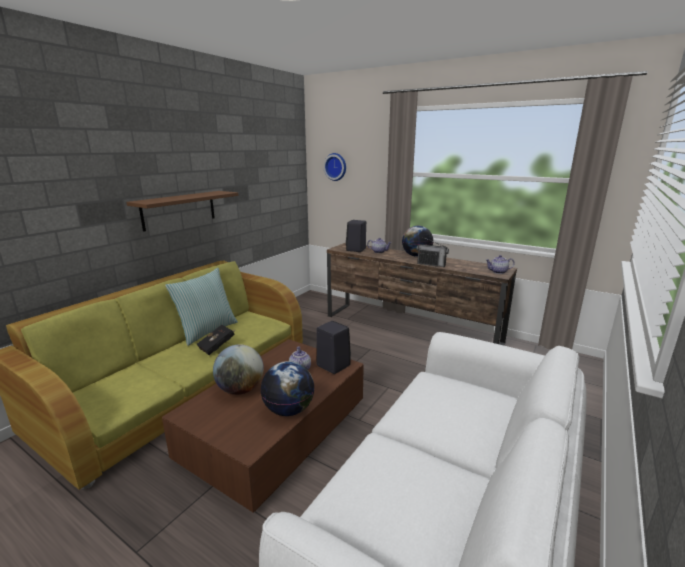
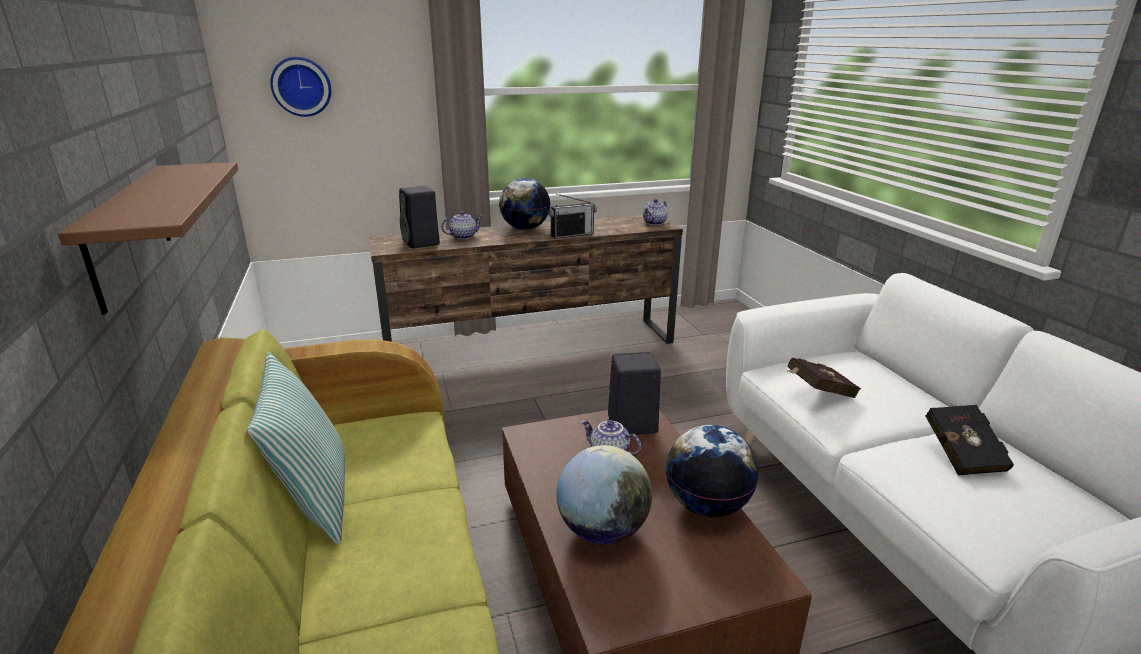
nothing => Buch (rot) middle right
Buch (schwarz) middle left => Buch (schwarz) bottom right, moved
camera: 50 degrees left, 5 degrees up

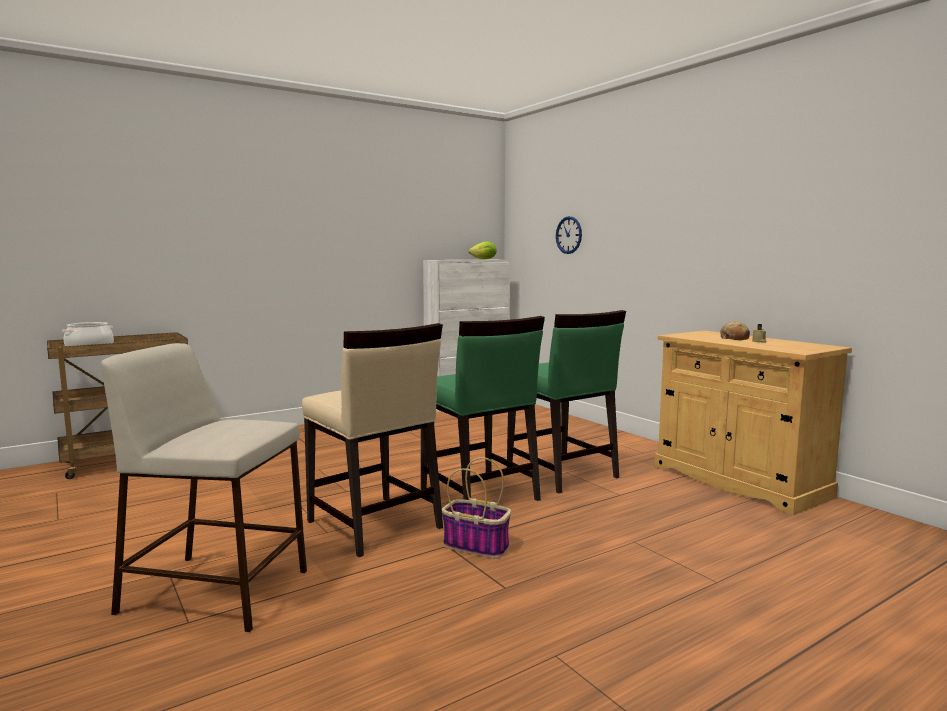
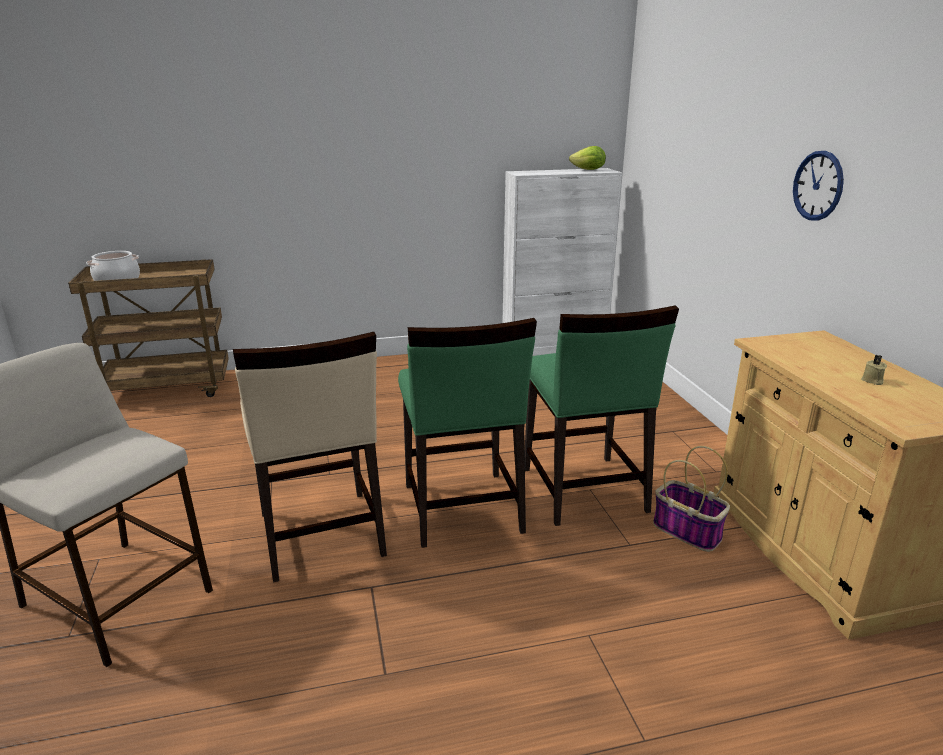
Brot middle right => nothing
Korb bottom centre => Korb middle right, moved
Wanduhr top centre => Wanduhr top right, moved
camera: 20 degrees right, 15 degrees up

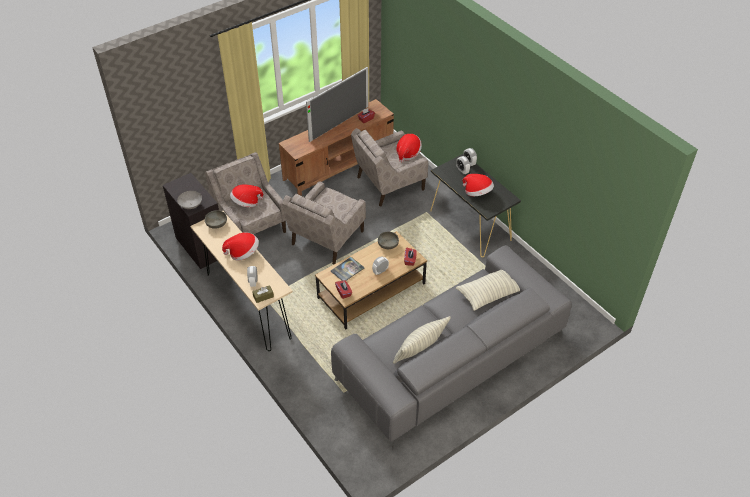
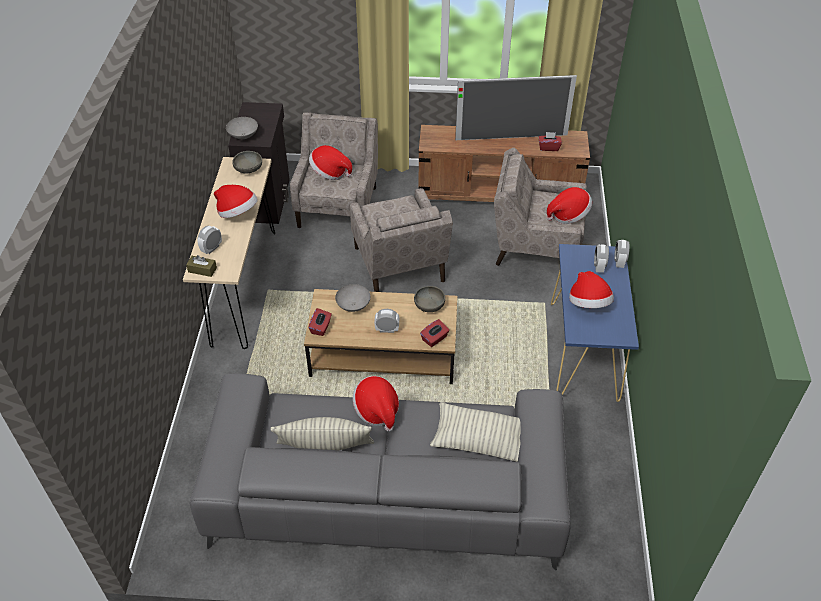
nothing => Hut (3rd from left) bottom centre
Buch centre => Schüssel (grau) (3rd from left) centre
Konsolentisch (schwarz) centre => Konsolentisch (blau) middle right
Sessel (beige) (2nd from left) centre, 90 degrees counterclockwise
camera: 40 degrees right, 0 degrees up

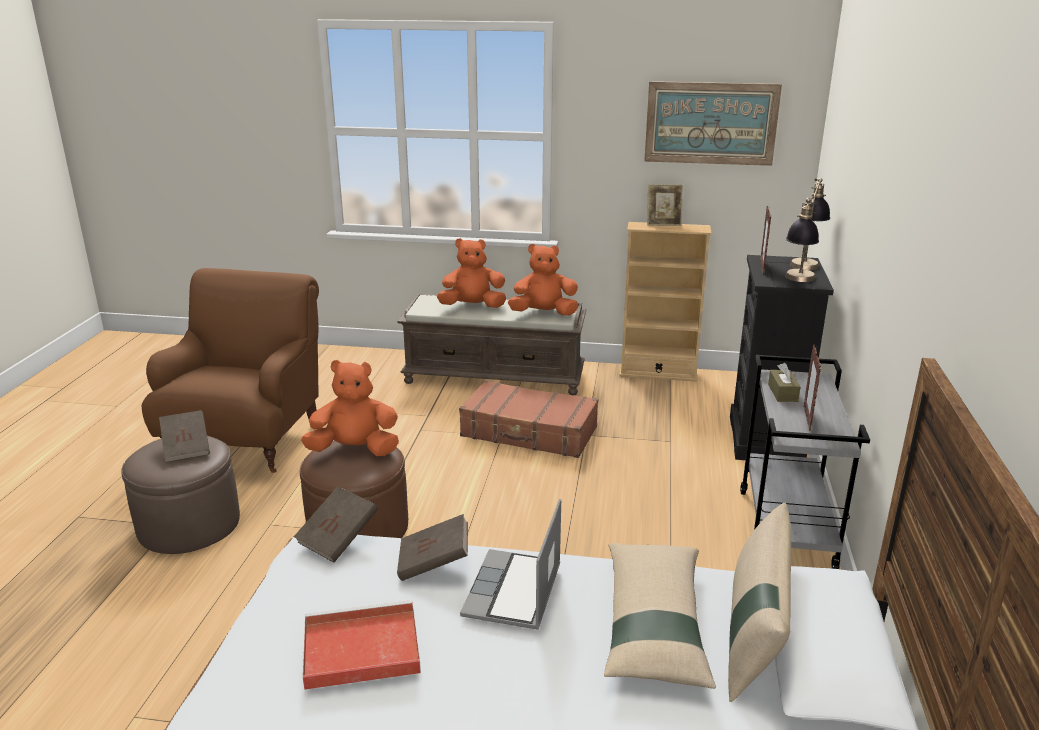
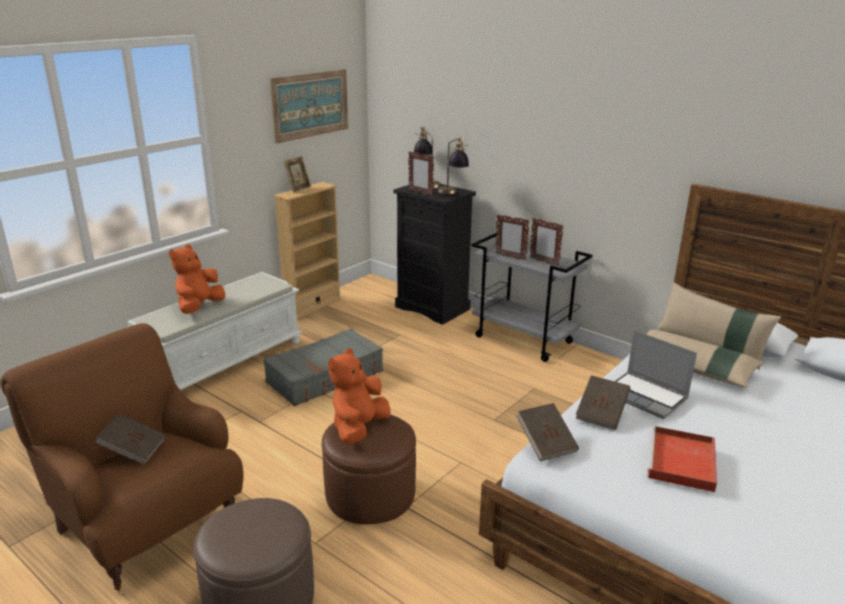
Plüschtier (orange) (3rd from left) centre => nothing
Buch (braun) (1st from left) middle left => Buch (braun) (1st from left) bottom left, moved
Taschentuchbox (braun) middle right => Bilderrahmen (3rd from left) centre
Bank (braun) centre => Bank (weiß) middle left
Koffer (braun) centre => Koffer (grau) centre
camera: 60 degrees left, 0 degrees up

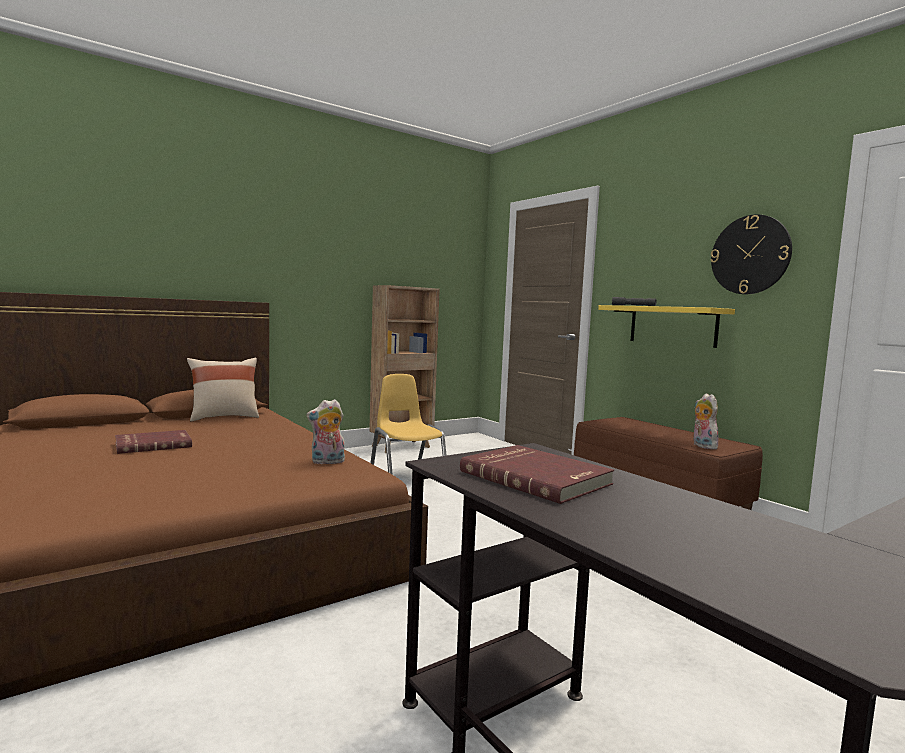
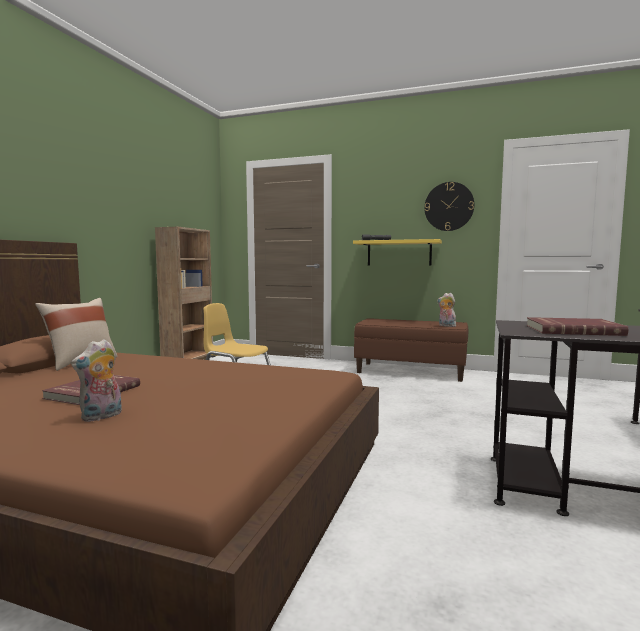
Plüschtier (1st from left) centre => Plüschtier (1st from left) middle left, moved
camera: 35 degrees left, 0 degrees up

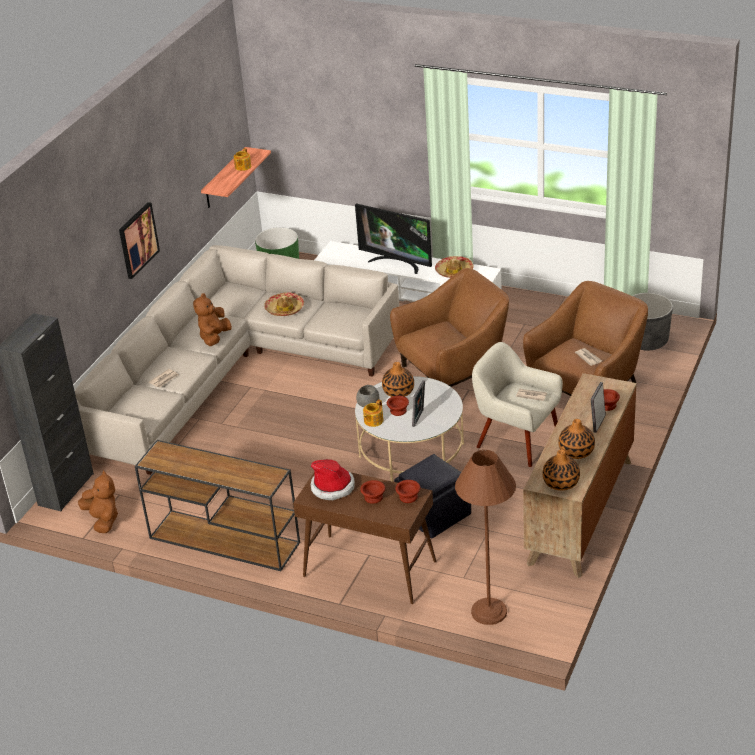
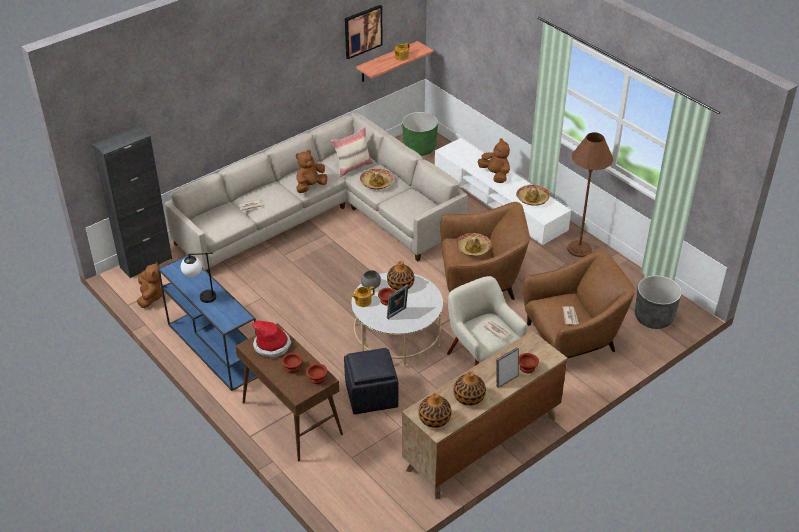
nothing => Tischlampe middle left
nothing => Kissen (beige) top centre
nothing => Hut (3rd from left) centre
Bild top left => Bild top centre, moved
Stehlampe (braun) bottom centre => Stehlampe (braun) middle right, moved
Fernseher top centre => Plüschtier (braun) (3rd from left) top centre
Konsolentisch (braun) (1st from left) bottom left => Konsolentisch (blau) middle left
camera: 25 degrees right, 5 degrees up

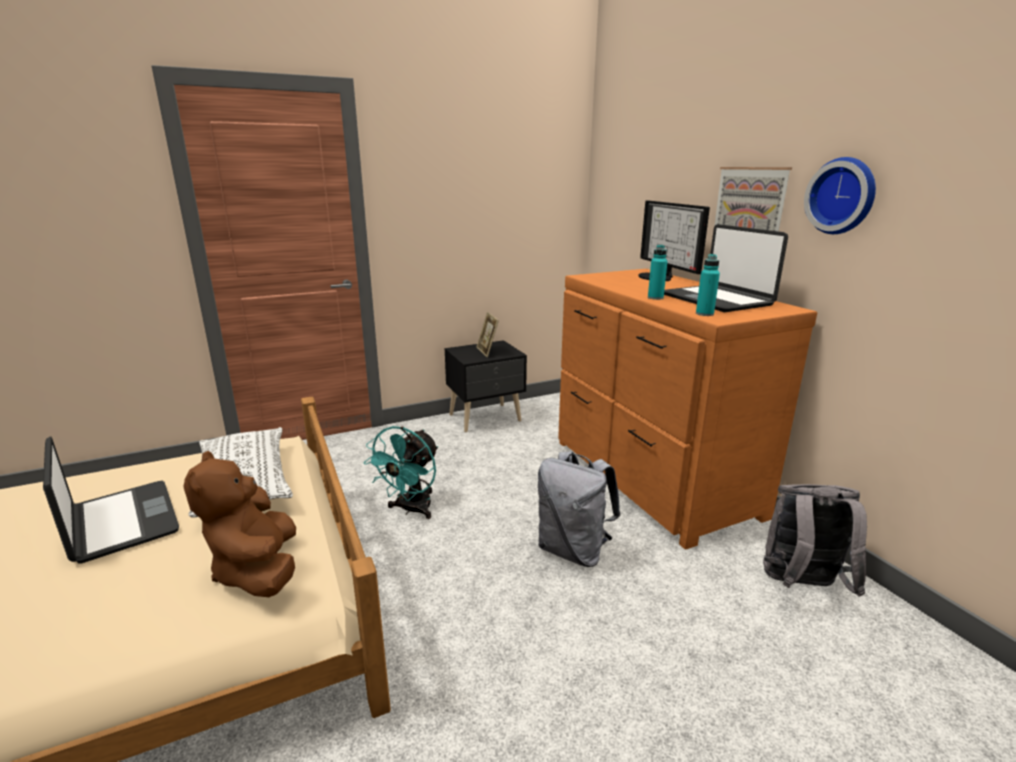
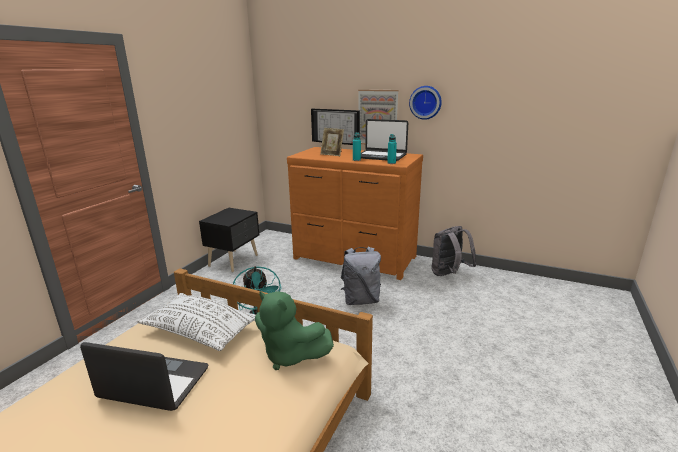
Bilderrahmen centre => Bilderrahmen top centre, moved
Plüschtier (braun) bottom left => Plüschtier (grün) bottom centre
camera: 40 degrees left, 0 degrees up

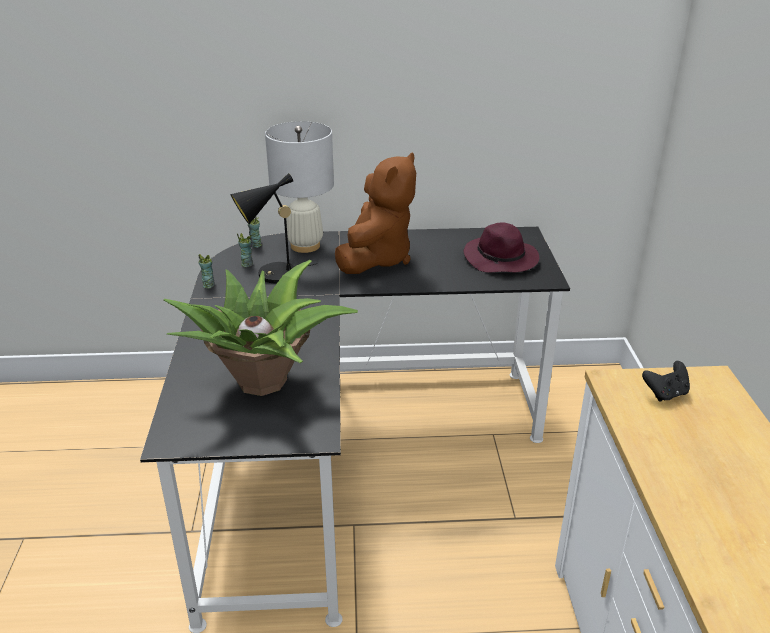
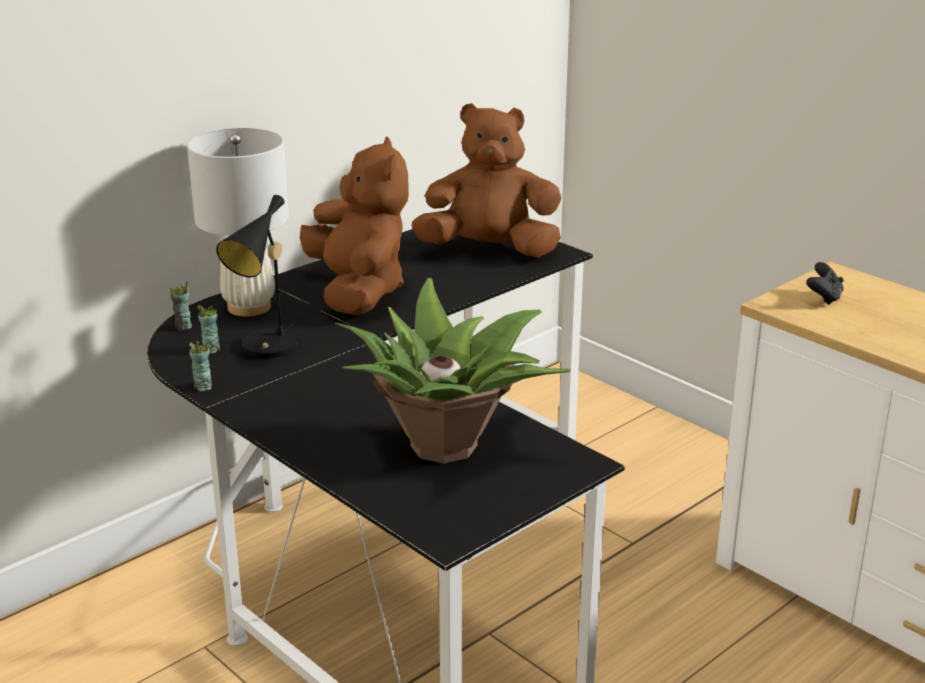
Hut (lila) centre => Plüschtier (braun) (2nd from left) top centre
camera: 40 degrees left, 5 degrees down

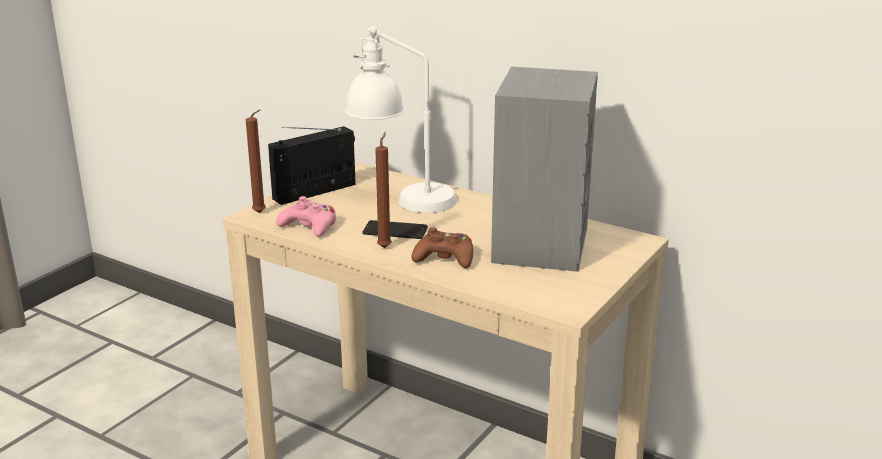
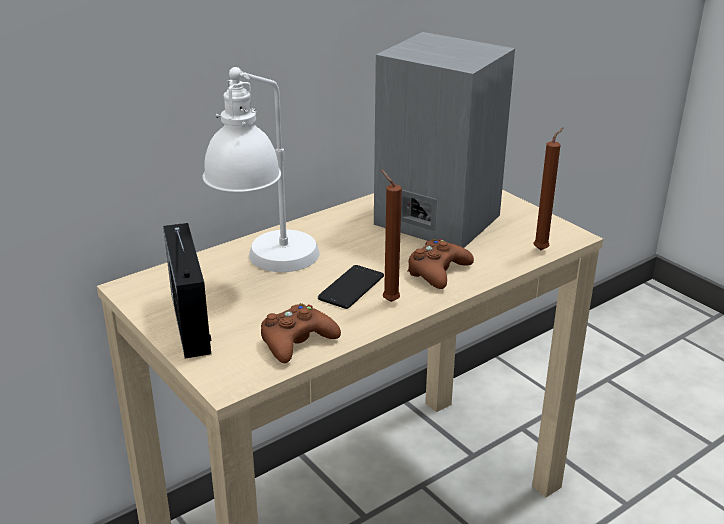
Kerze (braun) (1st from left in the first image) middle left => Kerze (braun) (2nd from left) middle right, moved
Gamepad (rosa) centre => Gamepad (braun) (1st from left) centre
camera: 70 degrees left, 5 degrees up

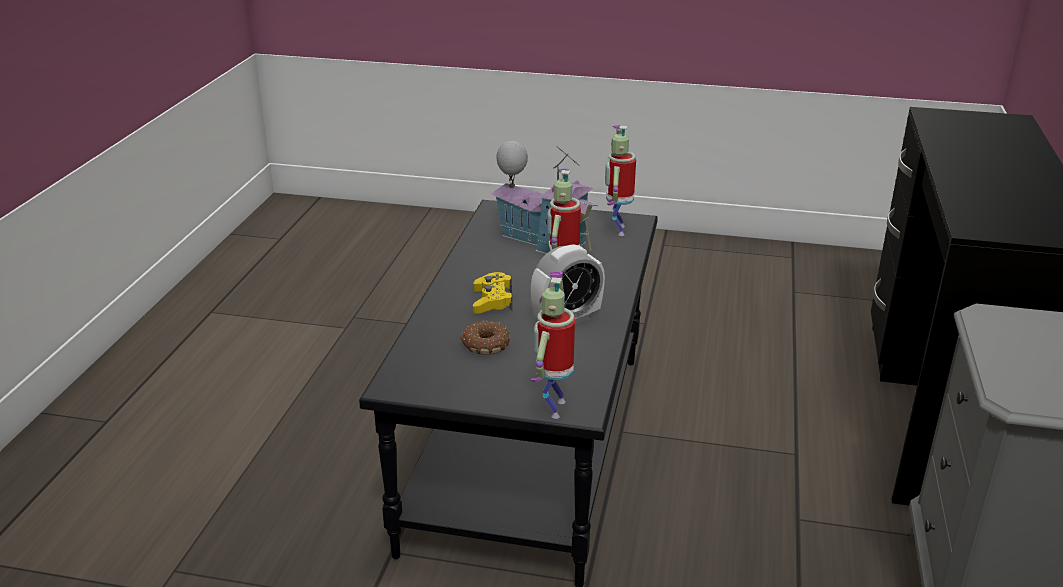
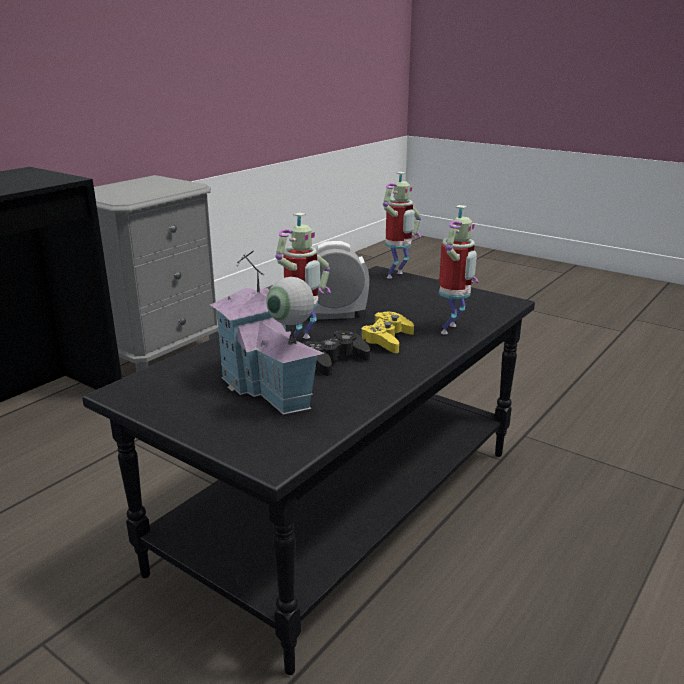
Donut centre => nothing
nothing => Gamepad (schwarz) centre
Spielzeugroboter (3rd from left) top centre => Spielzeugroboter (3rd from left) middle right, moved
camera: 155 degrees left, 5 degrees down

